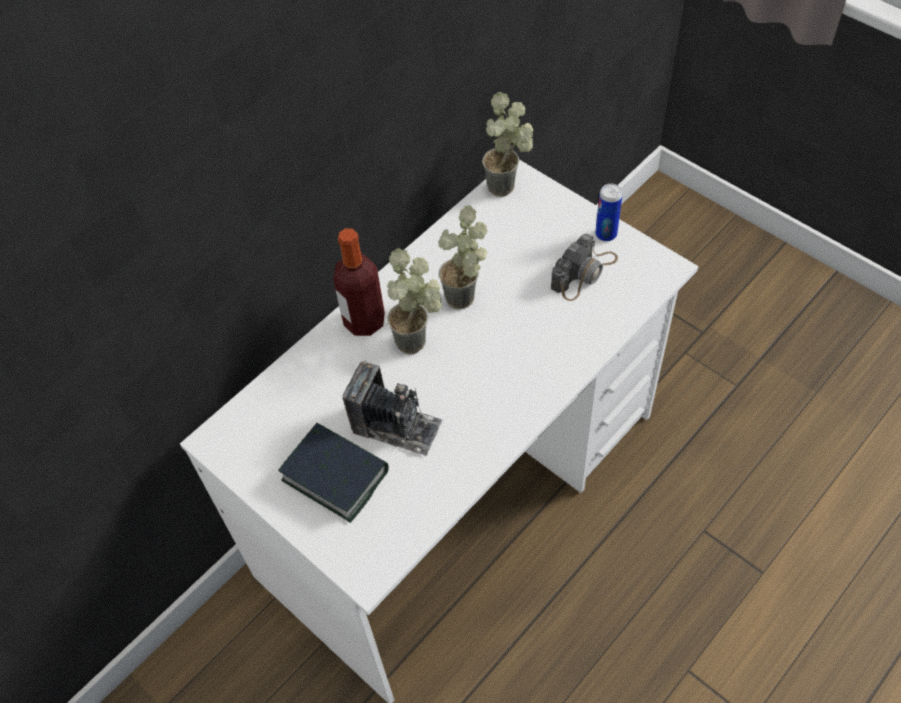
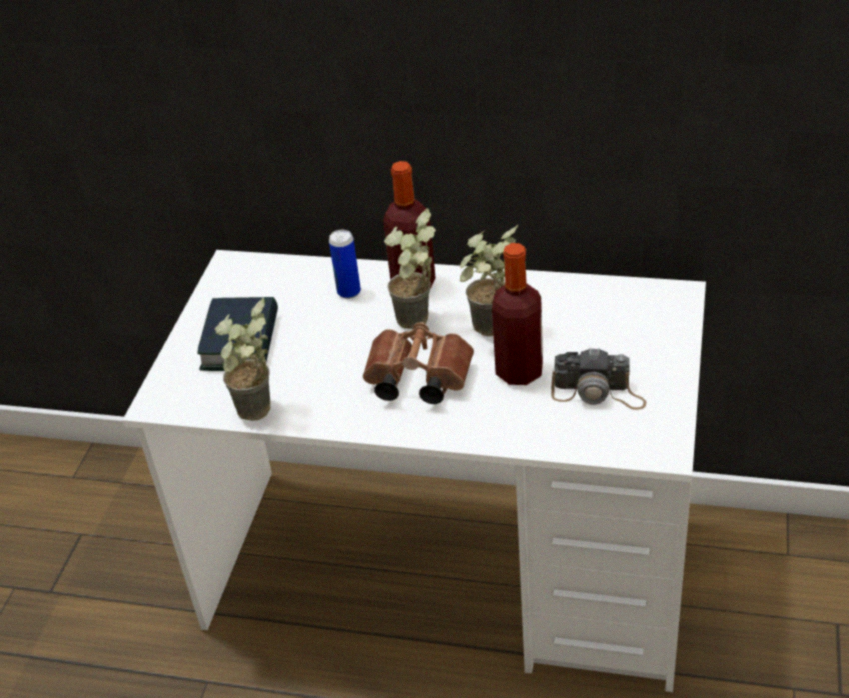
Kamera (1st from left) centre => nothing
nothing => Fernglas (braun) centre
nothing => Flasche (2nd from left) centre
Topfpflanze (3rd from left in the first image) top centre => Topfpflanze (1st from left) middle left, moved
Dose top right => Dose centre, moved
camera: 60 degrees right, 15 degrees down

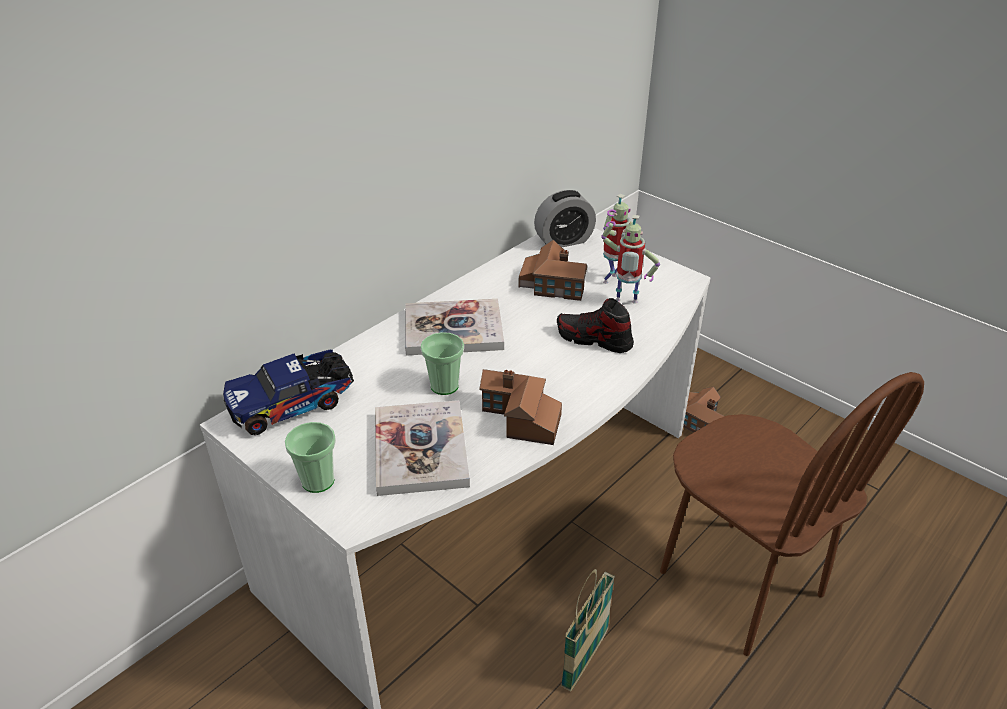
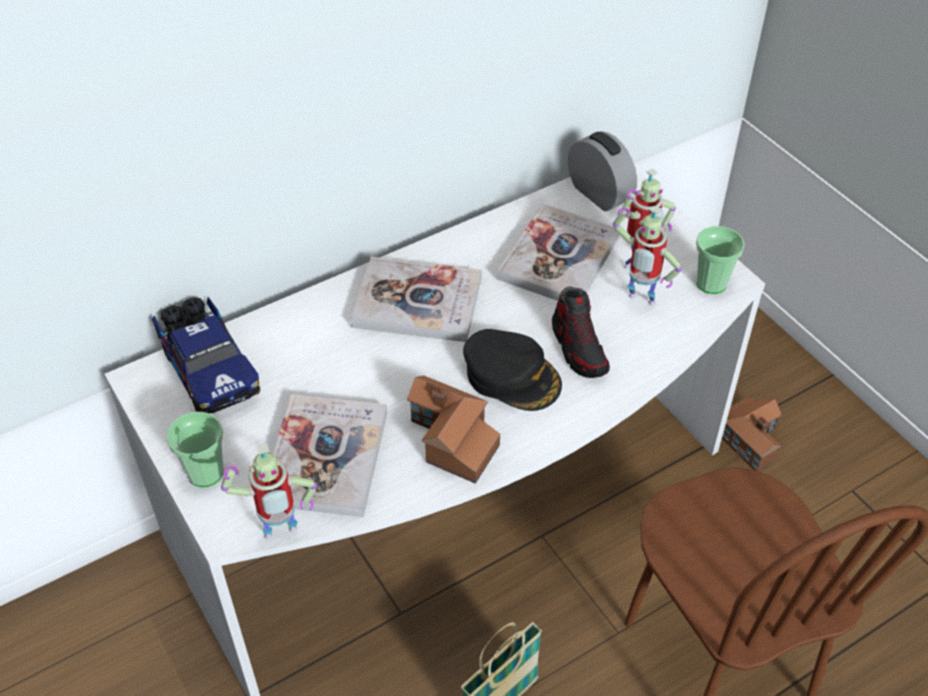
nothing => Spielzeugroboter (1st from left) bottom left
nothing => Kappe (schwarz) centre
Tasse (2nd from left) centre => Tasse (2nd from left) middle right, moved
Spielzeughaus (2nd from left) centre => Buch (3rd from left) centre
Spielzeuglaster middle left, 105 degrees counterclockwise
Wecker top centre, 120 degrees counterclockwise
Schuh centre, 150 degrees counterclockwise
camera: 15 degrees right, 10 degrees up

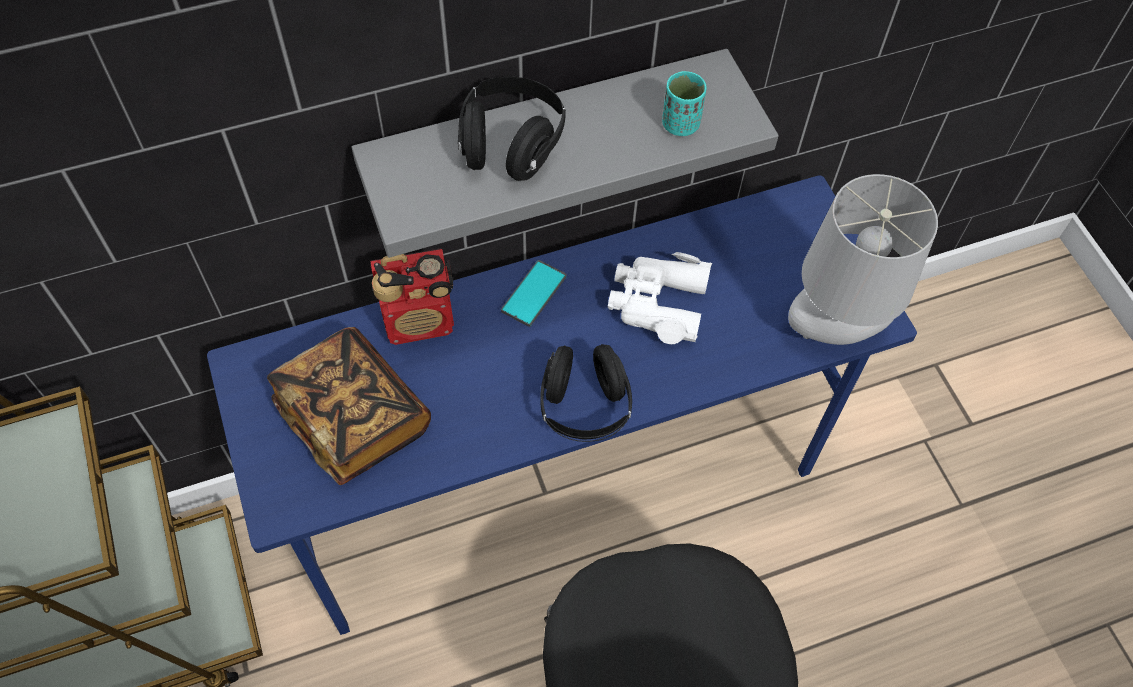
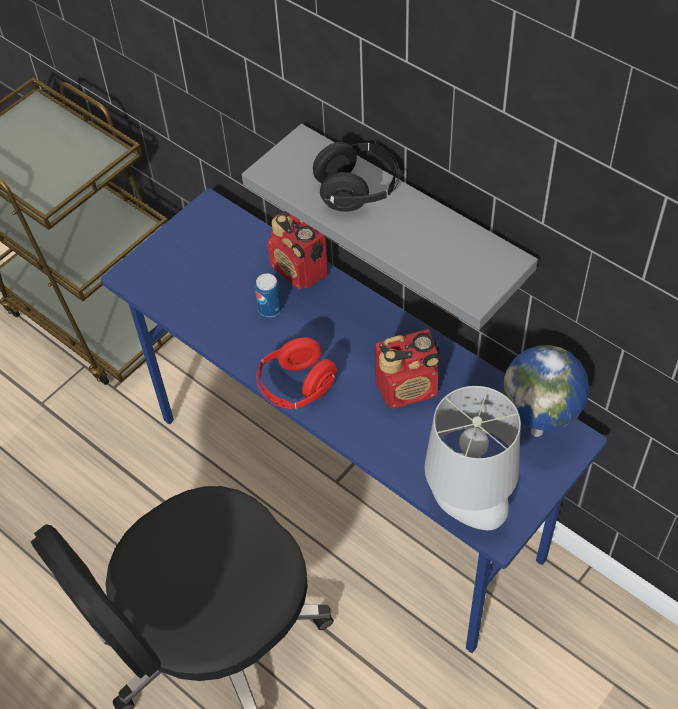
Buch middle left => nothing
Handy centre => nothing
Tasse (türkis) top centre => nothing
nothing => Dose centre
nothing => Globus middle right
Fernglas (weiß) centre => Radio (2nd from left) centre
Kopfhörer (schwarz) (2nd from left) centre => Kopfhörer (rot) centre
camera: 65 degrees right, 5 degrees down

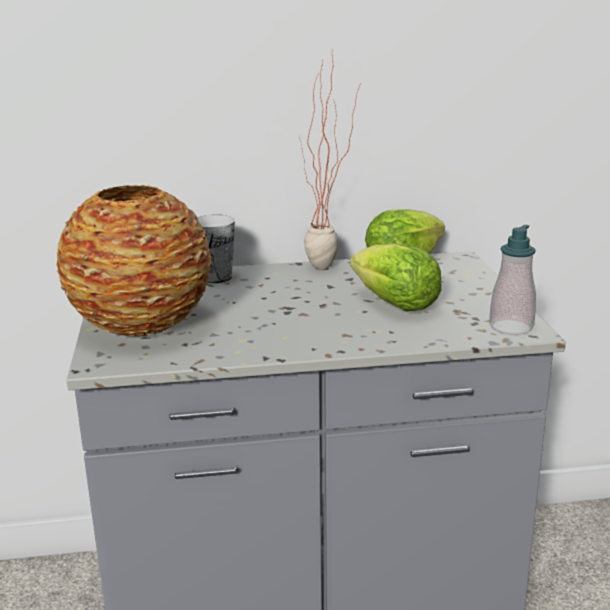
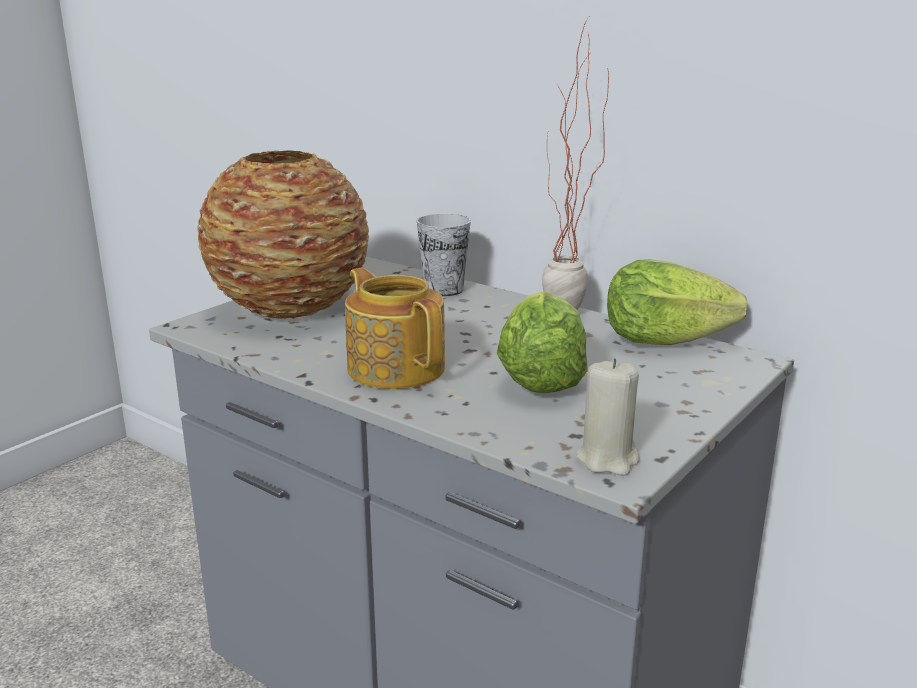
nothing => Teekanne centre
Seifenspender middle right => Kerze (beige) centre
camera: 45 degrees right, 0 degrees up

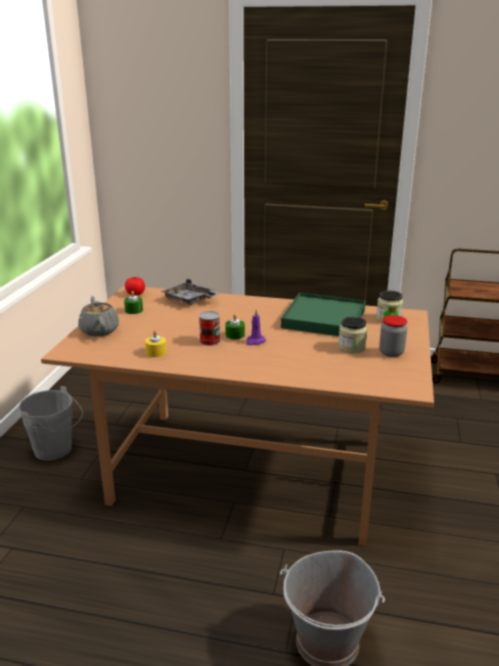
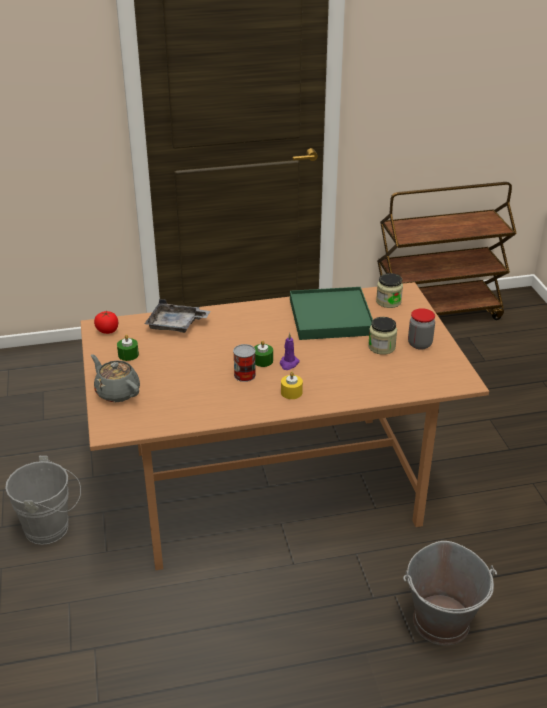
Kerze (gelb) middle left => Kerze (gelb) centre, moved
camera: 25 degrees left, 10 degrees up

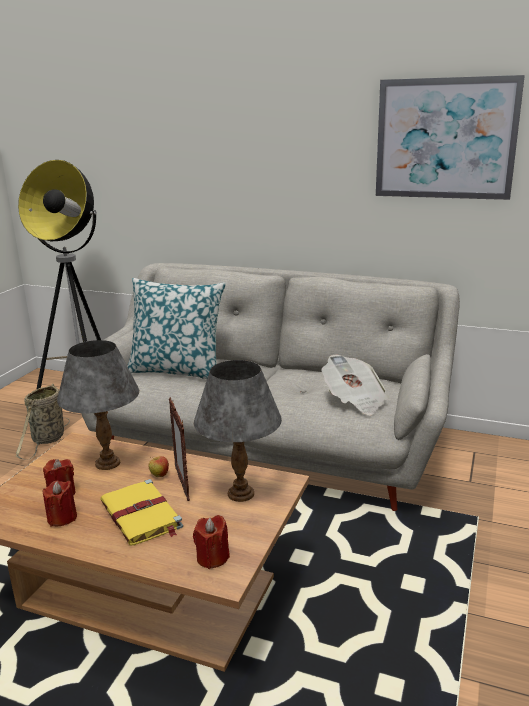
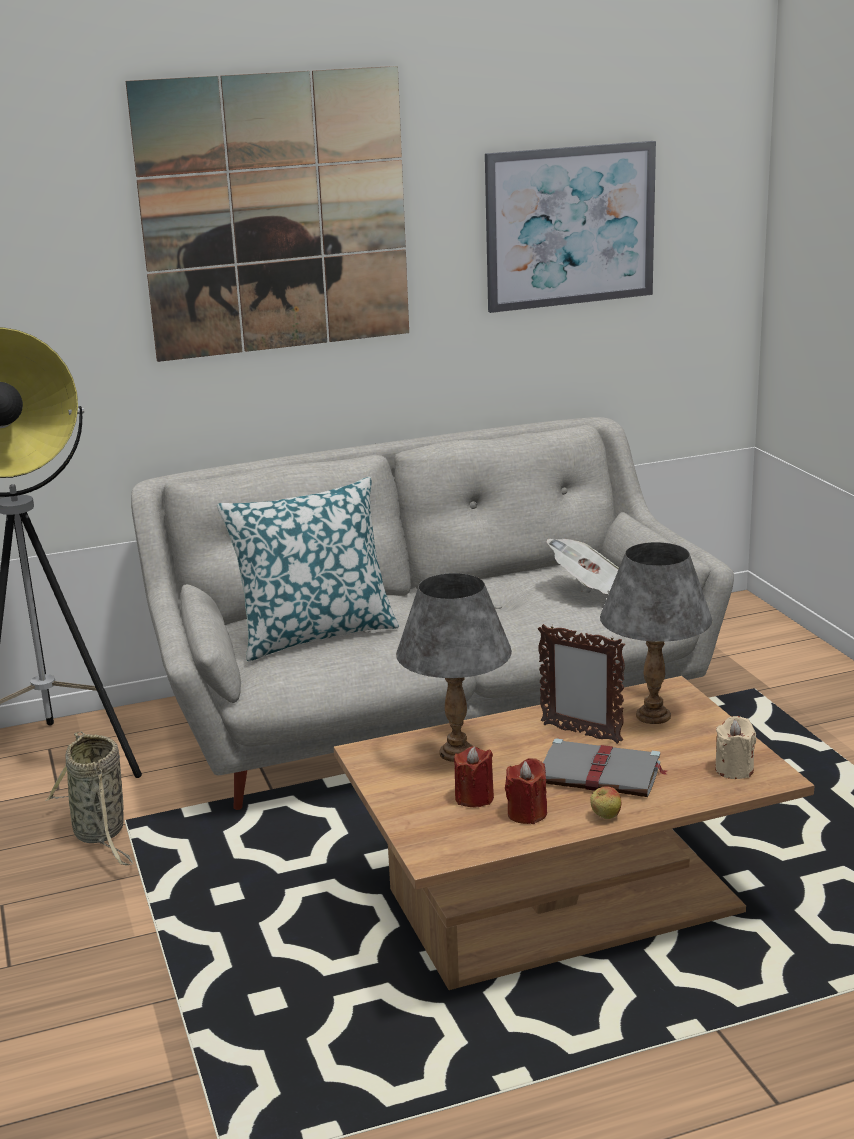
nothing => Bild (1st from left) top left
Apfel middle left => Apfel bottom right, moved
Buch (gelb) bottom left => Buch (grau) bottom right
Kerze (rot) (3rd from left) bottom centre => Kerze (beige) middle right
camera: 40 degrees left, 0 degrees up

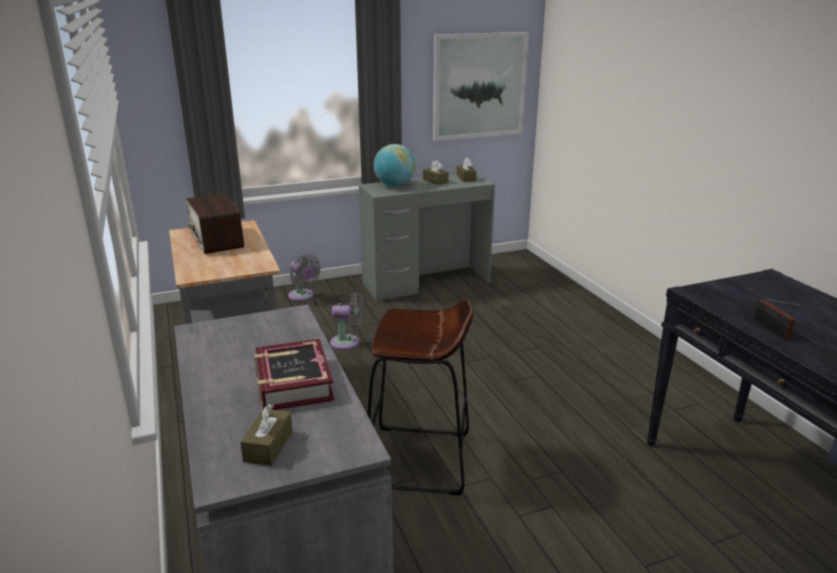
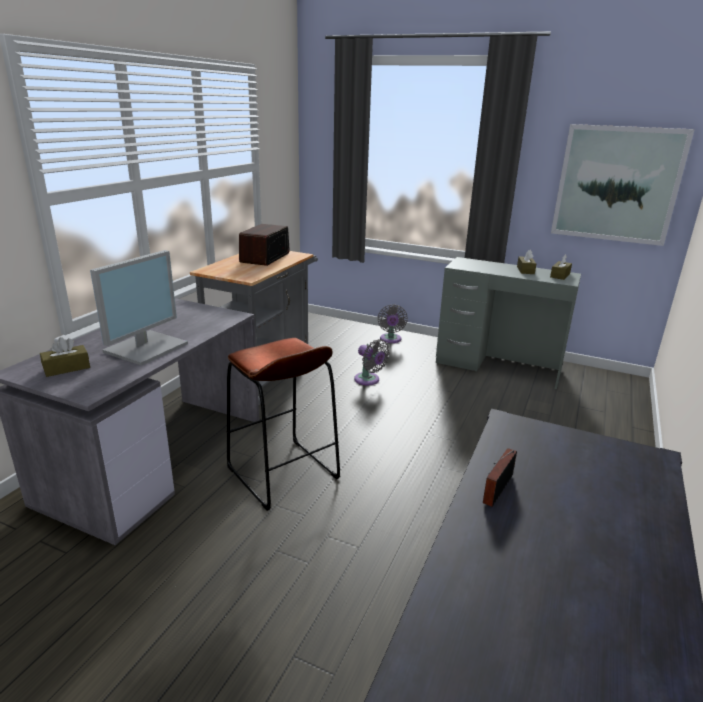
Globus top centre => nothing
Buch centre => Monitor middle left
camera: 45 degrees right, 0 degrees up

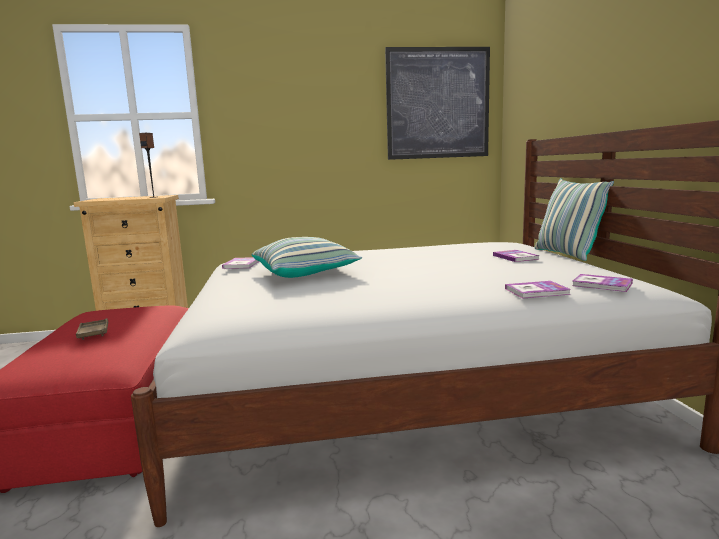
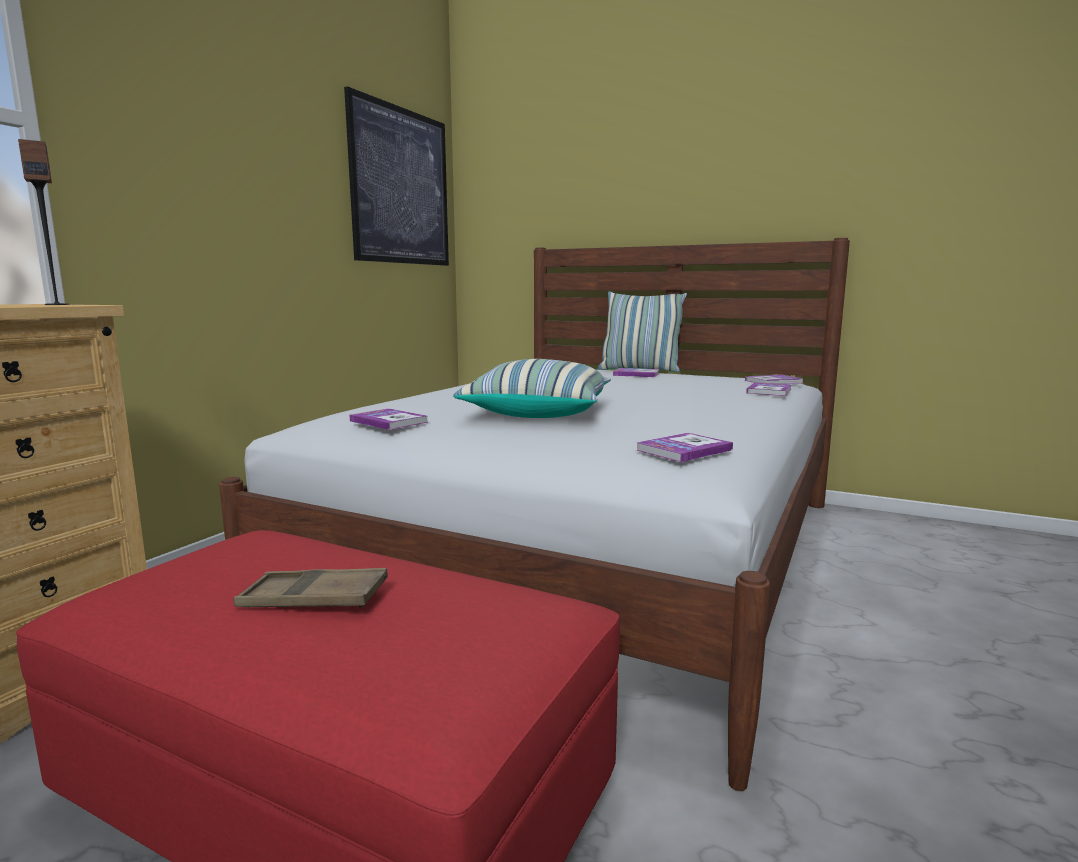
nothing => Buch (3rd from left) centre
camera: 55 degrees left, 0 degrees up

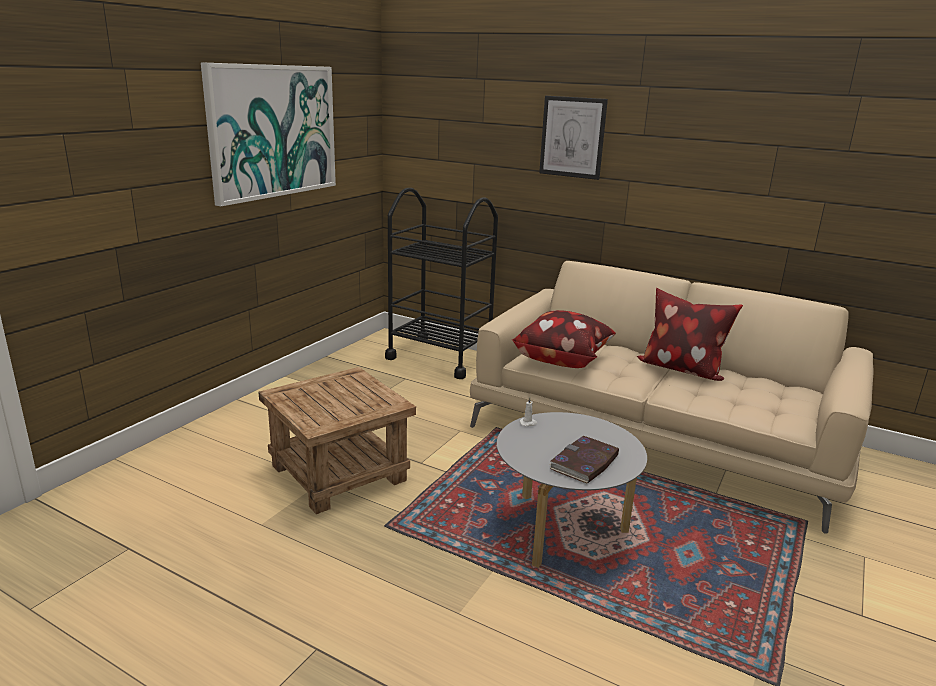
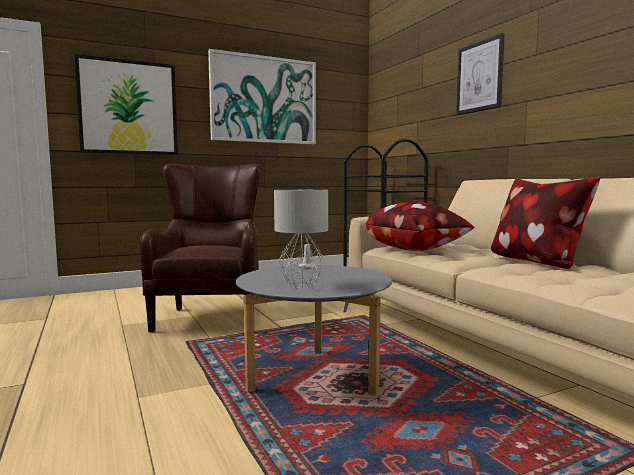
nothing => Bild (1st from left) top left
Beistelltisch (braun) centre => Sessel (braun) middle left
Buch bottom centre => Tischlampe (grau) centre
camera: 35 degrees right, 15 degrees down

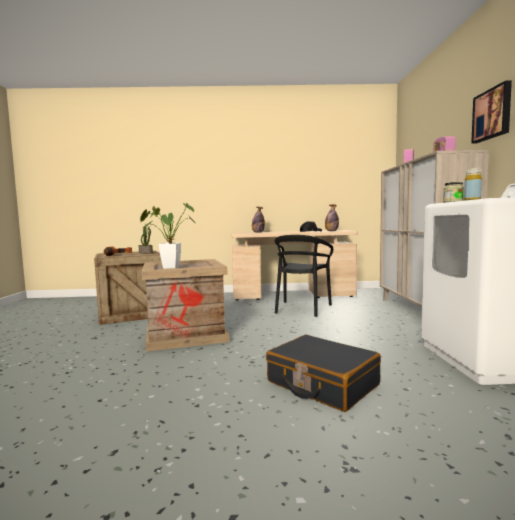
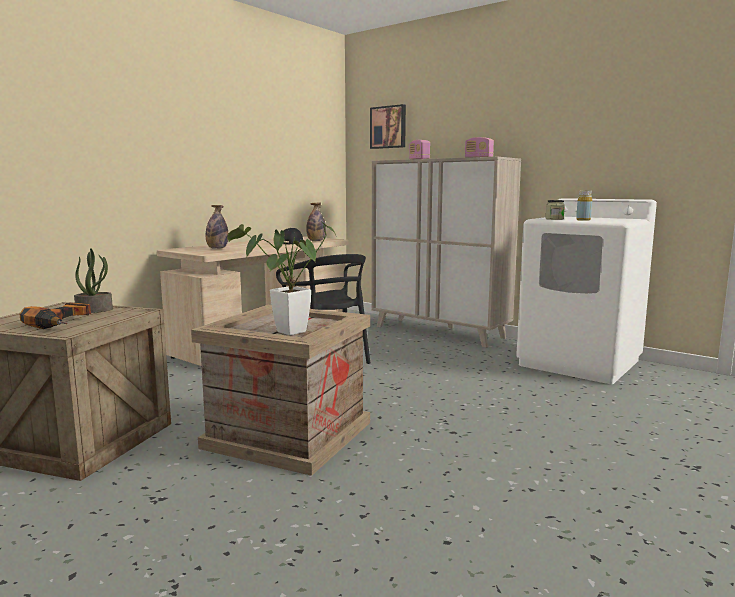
Koffer (schwarz) bottom centre => nothing
Bild top right => Bild top centre, moved
camera: 50 degrees left, 5 degrees up

